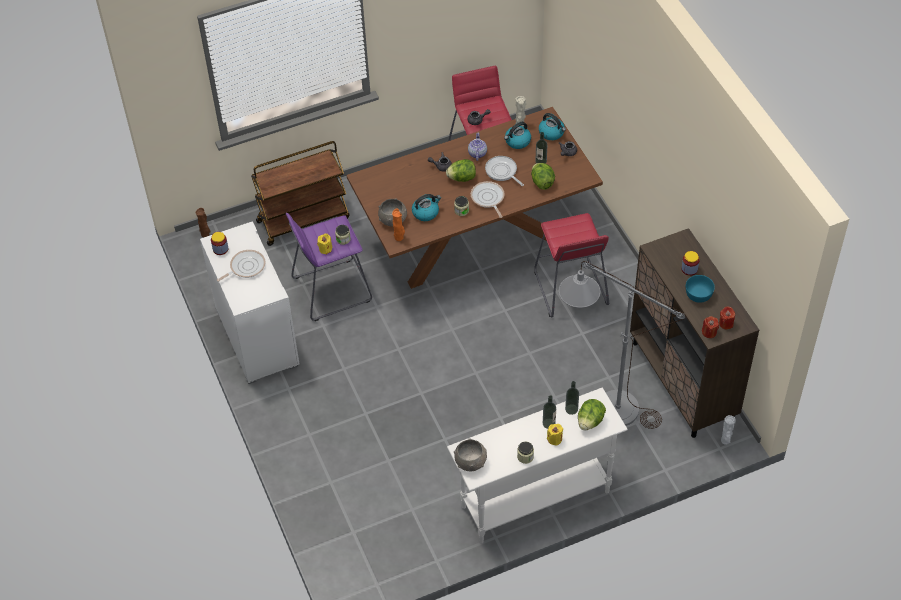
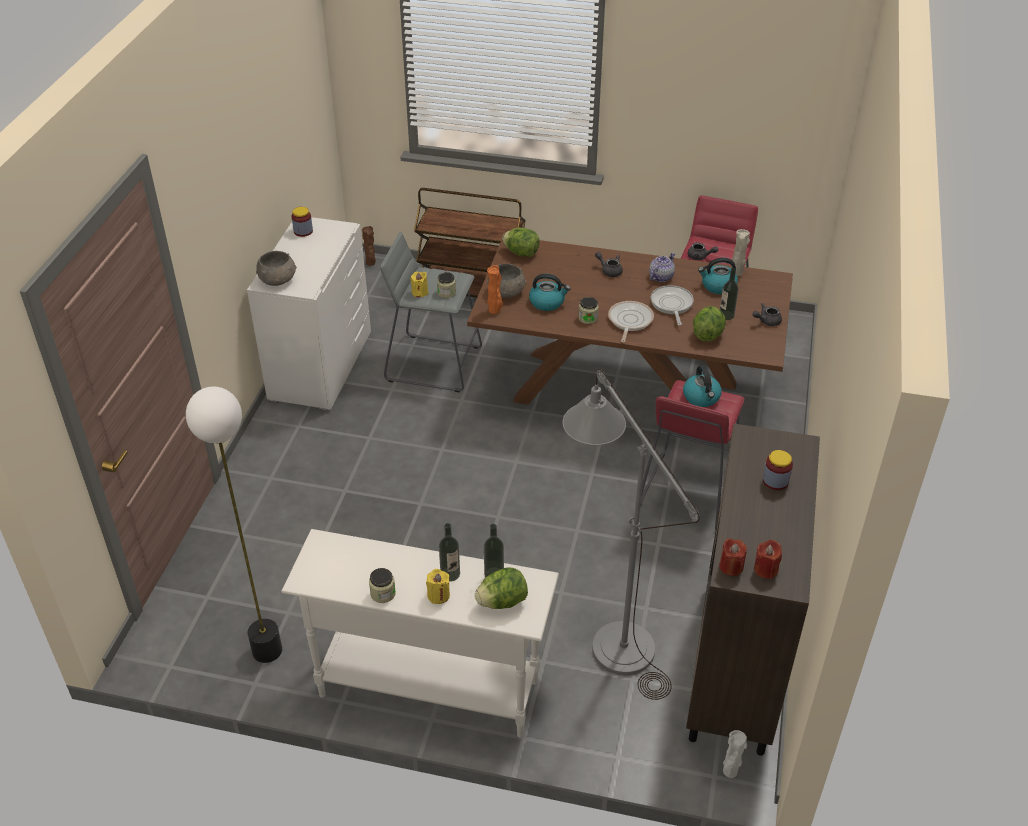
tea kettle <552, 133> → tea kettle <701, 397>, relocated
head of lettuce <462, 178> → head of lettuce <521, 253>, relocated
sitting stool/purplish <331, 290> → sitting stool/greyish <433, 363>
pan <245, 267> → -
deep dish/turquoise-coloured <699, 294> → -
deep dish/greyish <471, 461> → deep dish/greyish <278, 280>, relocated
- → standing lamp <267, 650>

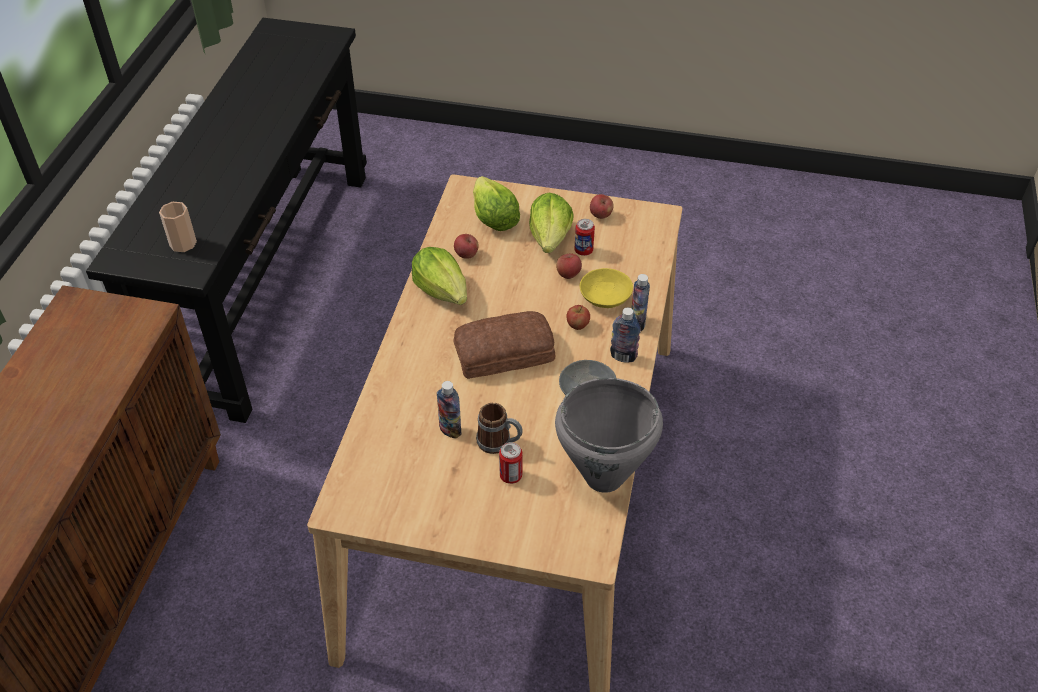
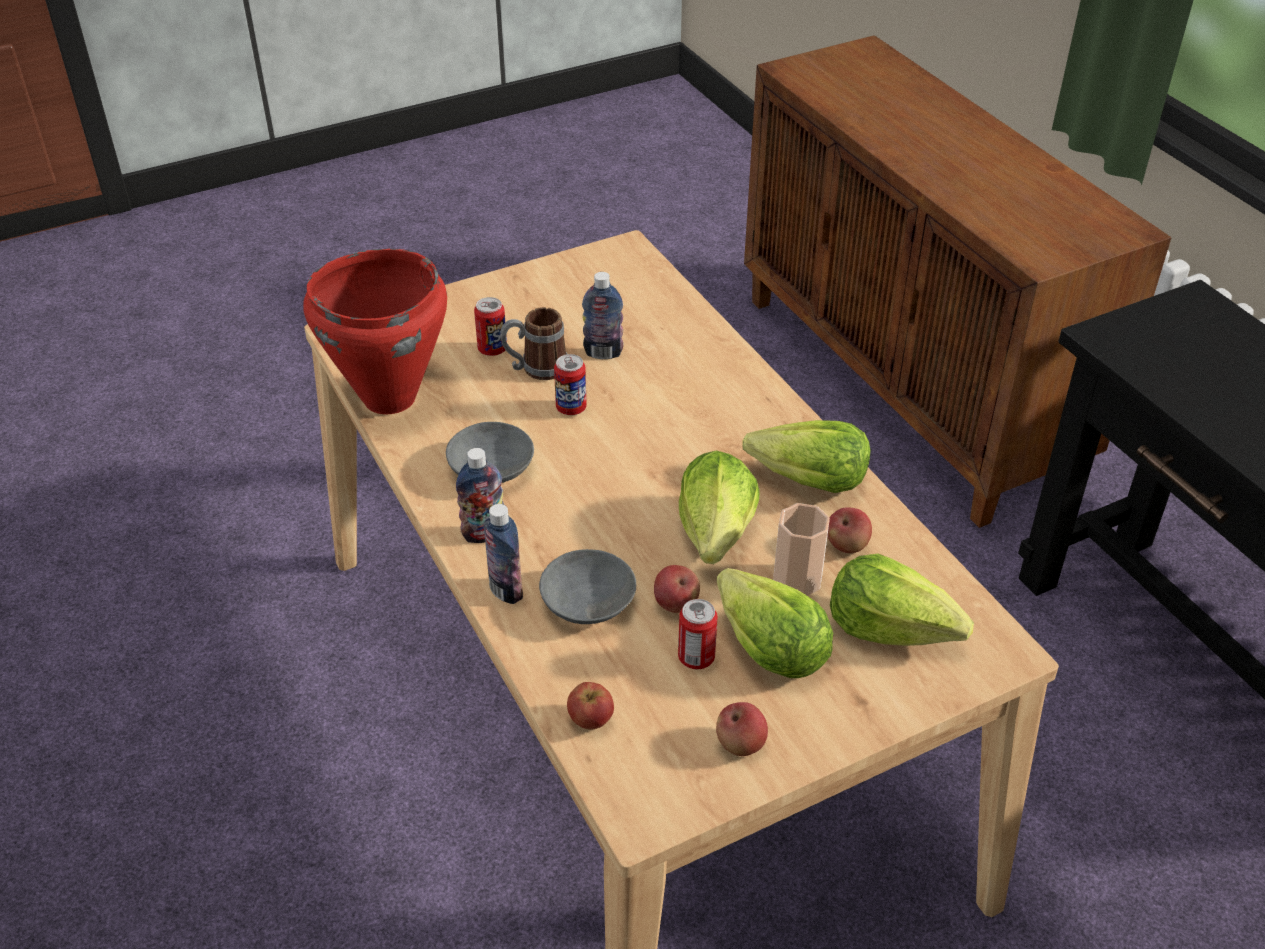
drinking cup <183, 243> → drinking cup <797, 579>, relocated
deep dish/yellow-coloured <606, 296> → deep dish/greyish <588, 604>
apple fruit <577, 325> → apple fruit <591, 719>, relocated
bread <505, 354> → -
saucepot/greyish <604, 477> → saucepot/red <388, 397>
- → metal can <571, 408>
- → head of lettuce <716, 532>

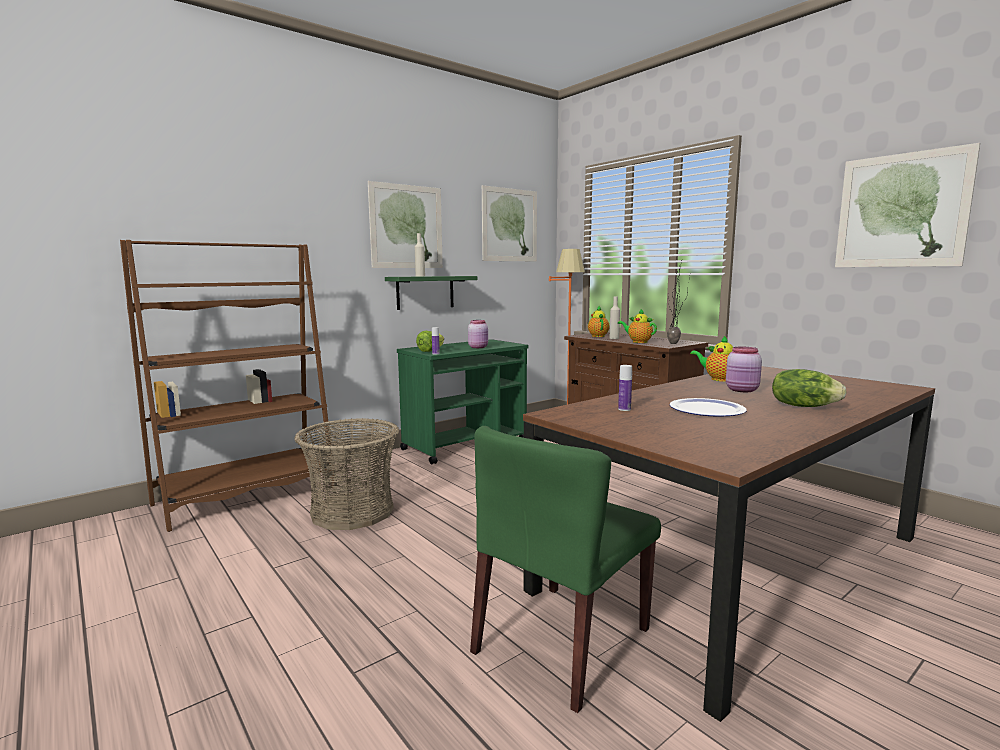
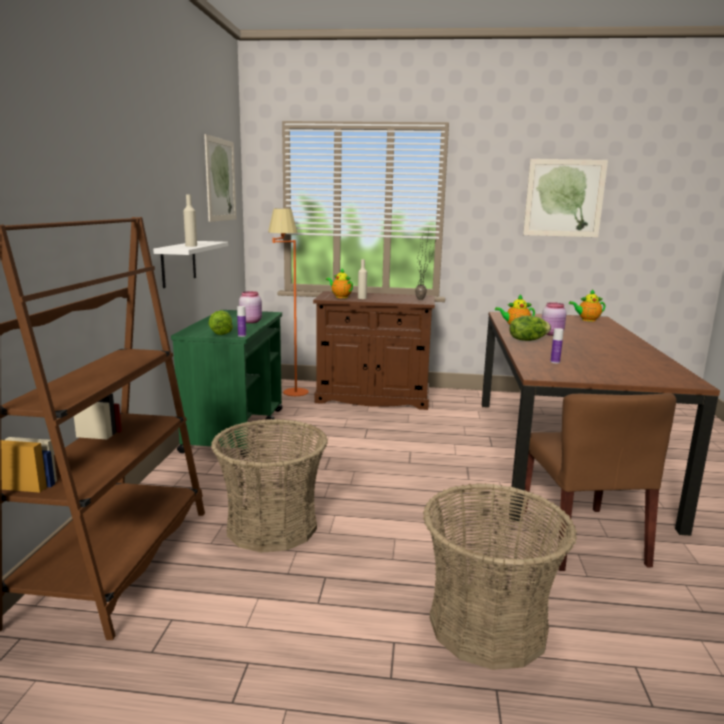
wall art <406, 227> → -
shelf/greenish <425, 292> → shelf/white-coloured <178, 263>
teapot <638, 342> → teapot <587, 320>, relocated
head of lettuce <803, 406> → head of lettuce <527, 340>, relocated
flat dish <706, 410> → -
chair/greenish <562, 641> → chair/brown <581, 538>
- → storage basket <487, 625>

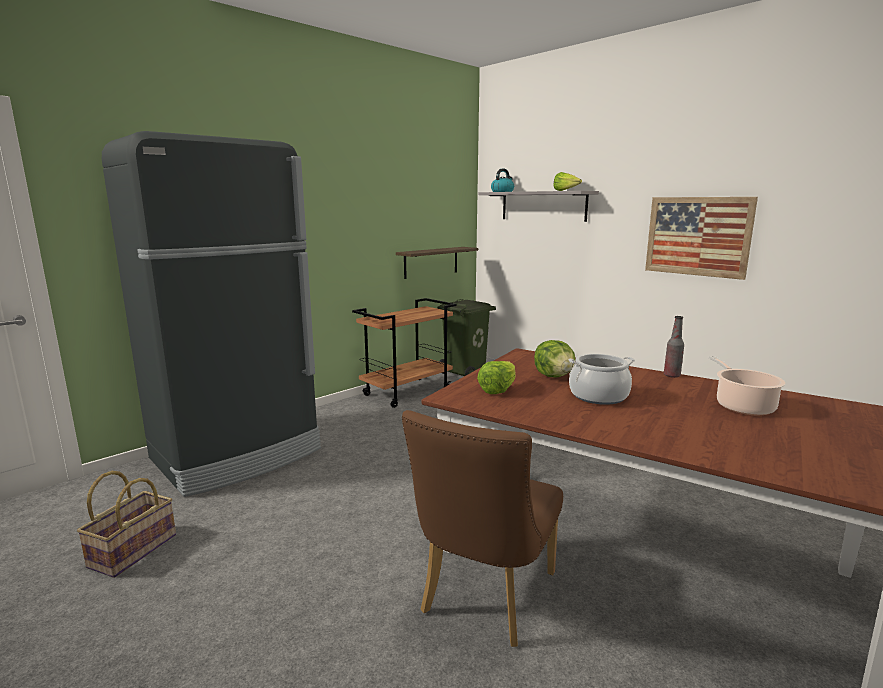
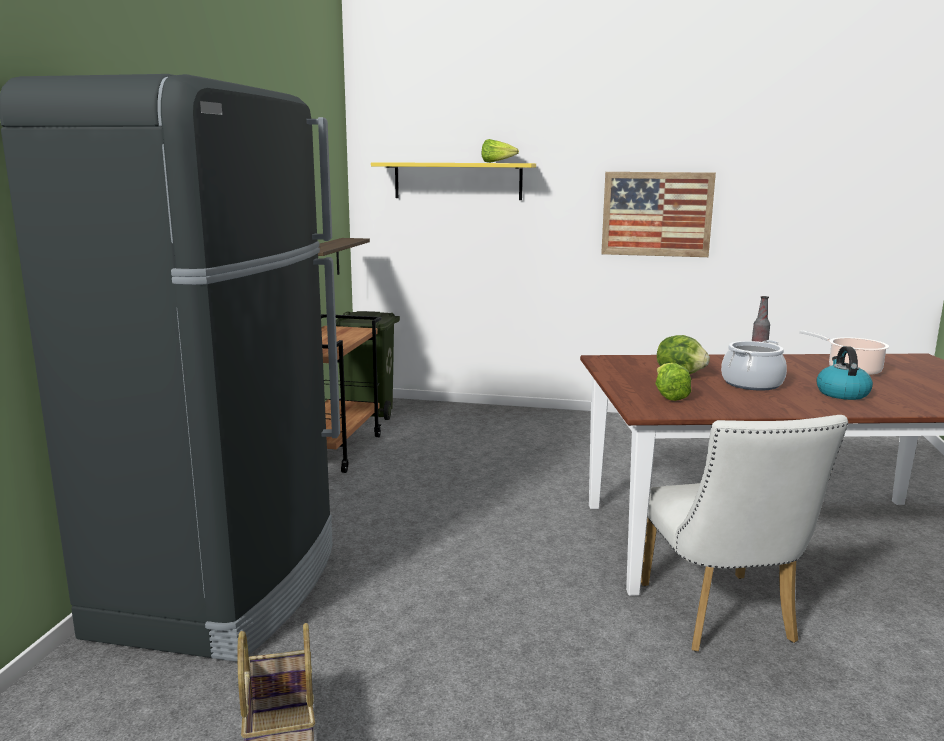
tea kettle <502, 192> → tea kettle <841, 393>, relocated
shelf/greyish <543, 206> → shelf/yellow-coloured <458, 181>
chair/brown <484, 598> → chair/white-coloured <721, 618>

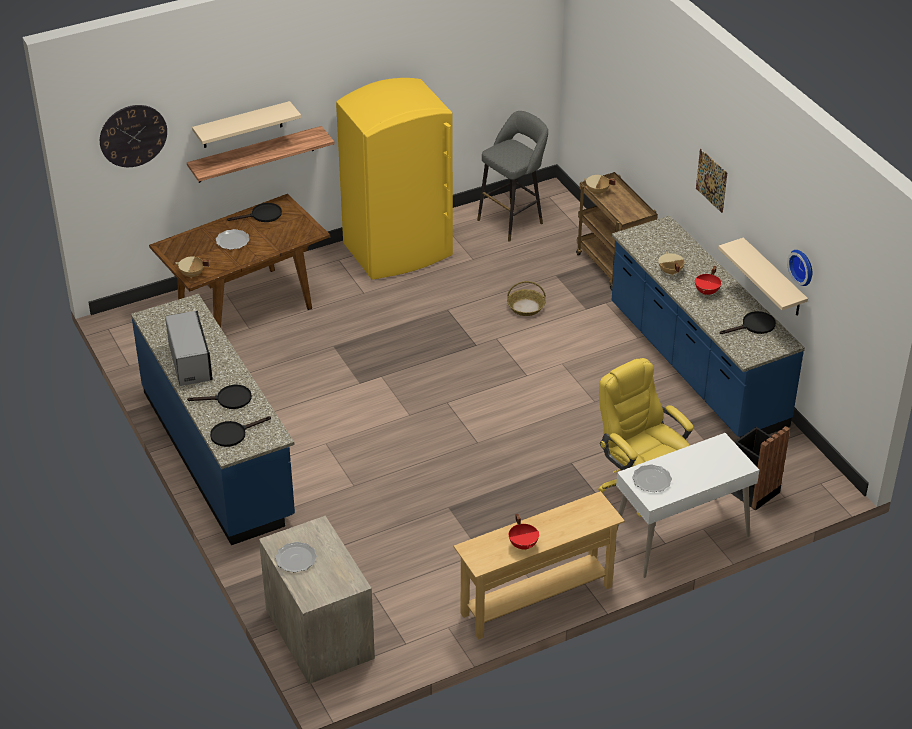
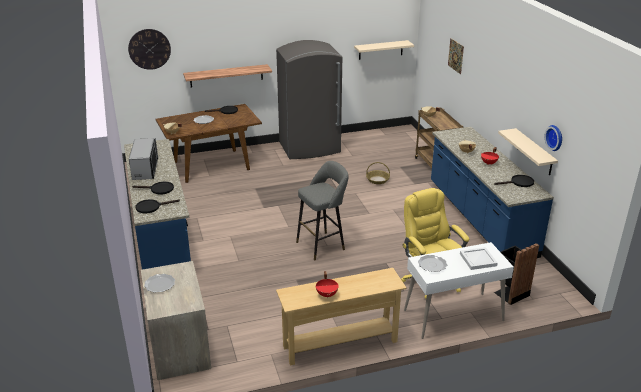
refrigerator/yellow-coloured <399, 251> → refrigerator/greyish <310, 148>
shelf/beige <242, 125> → shelf/beige <380, 50>, relocated
sitting stool/greyish <513, 220> → sitting stool/greyish <323, 245>, relocated
wall art <711, 180> → wall art <455, 56>, relocated
- → serving tray/white-coloured <477, 259>

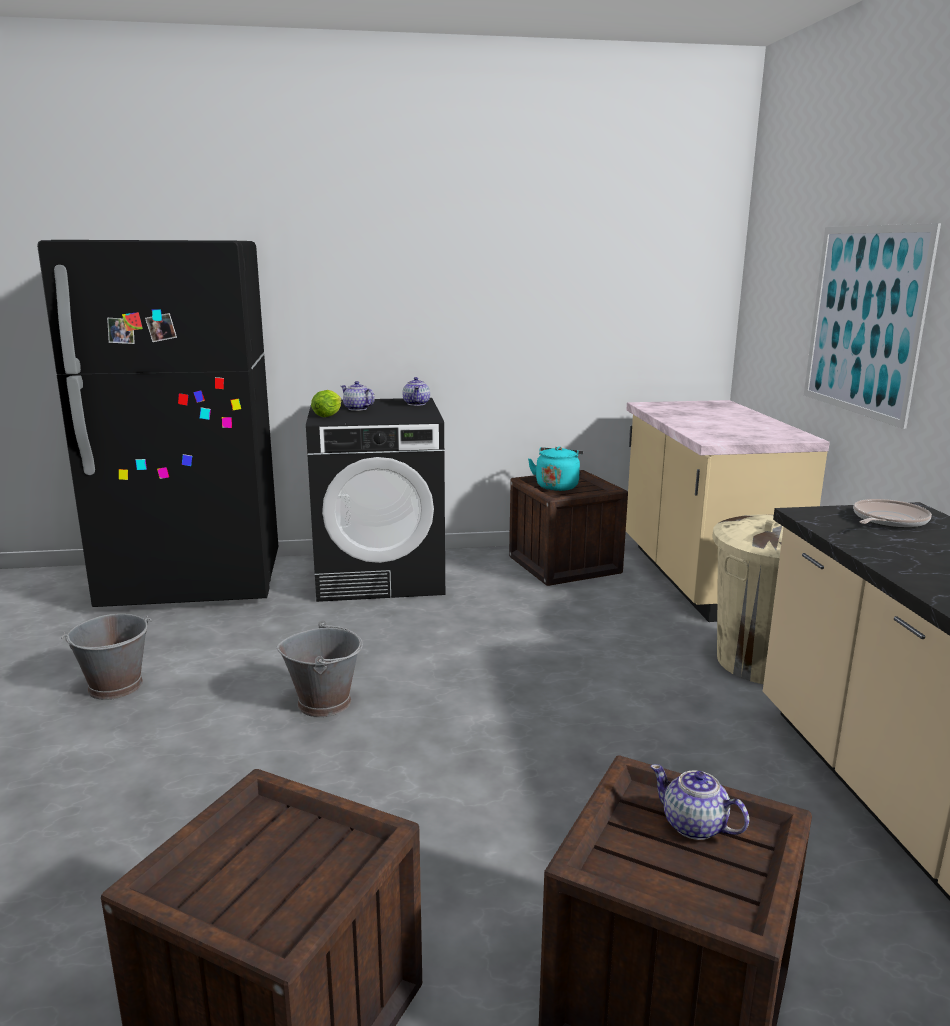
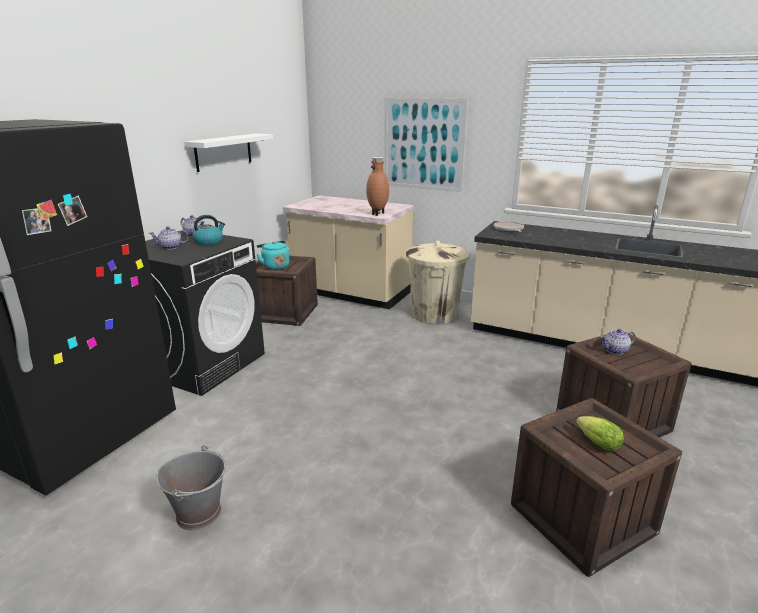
head of lettuce <329, 415> → head of lettuce <595, 443>, relocated
bucket/greyish <325, 702> → -
- → shelf/white-coloured <223, 152>
- → vase/brown <378, 214>
- → tea kettle <209, 242>

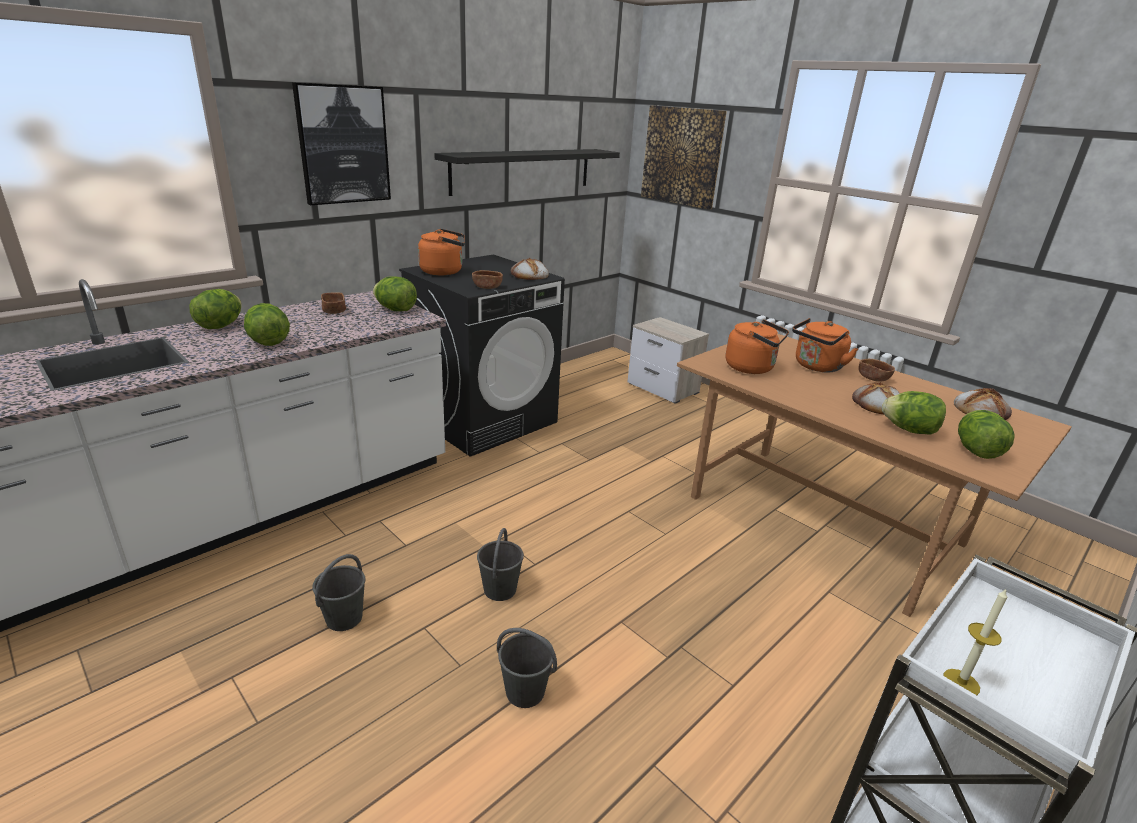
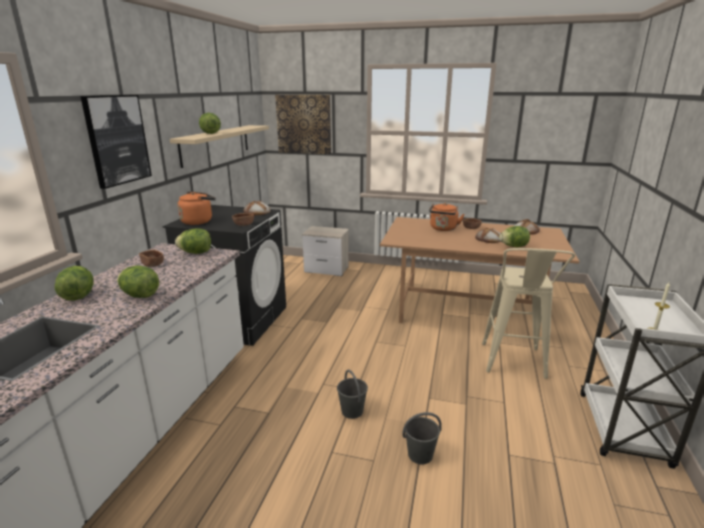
shelf/blackish <523, 170> → shelf/beige <216, 144>
tea kettle/orangey <752, 368> → -
head of lettuce <976, 451> → head of lettuce <210, 133>, relocated
bucket/greyish <344, 617> → -
- → sitting stool/beige <513, 365>

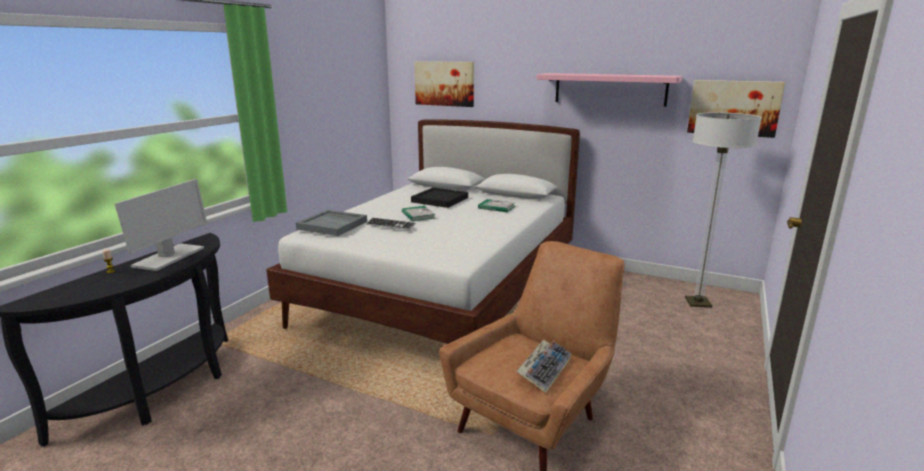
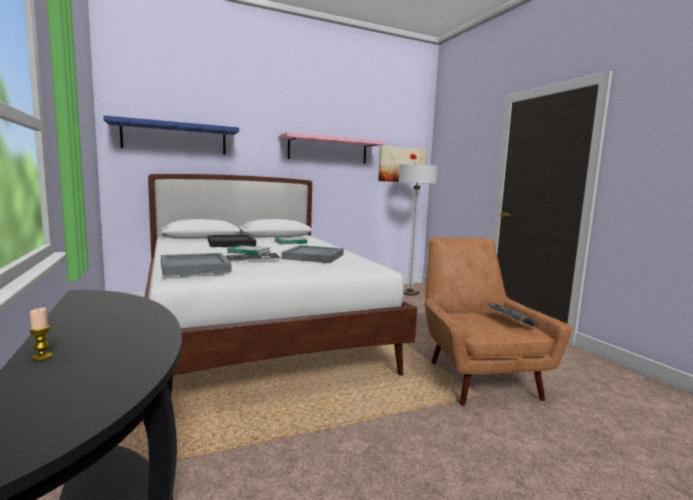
wall art <444, 83> → shelf/blue-coloured <175, 138>
computer screen <169, 257> → -
- → serving tray/greyish <314, 257>

